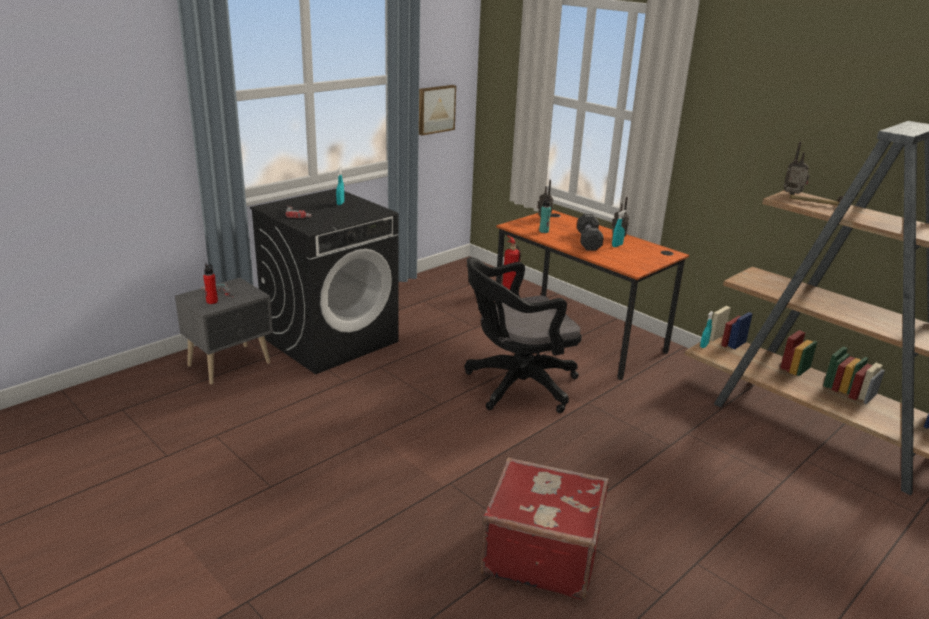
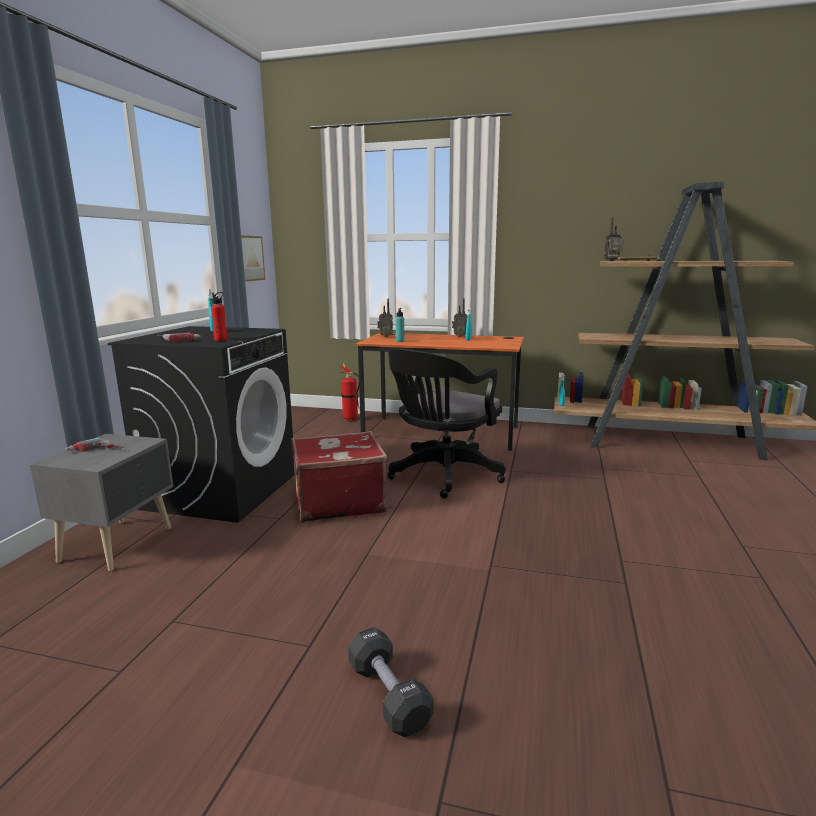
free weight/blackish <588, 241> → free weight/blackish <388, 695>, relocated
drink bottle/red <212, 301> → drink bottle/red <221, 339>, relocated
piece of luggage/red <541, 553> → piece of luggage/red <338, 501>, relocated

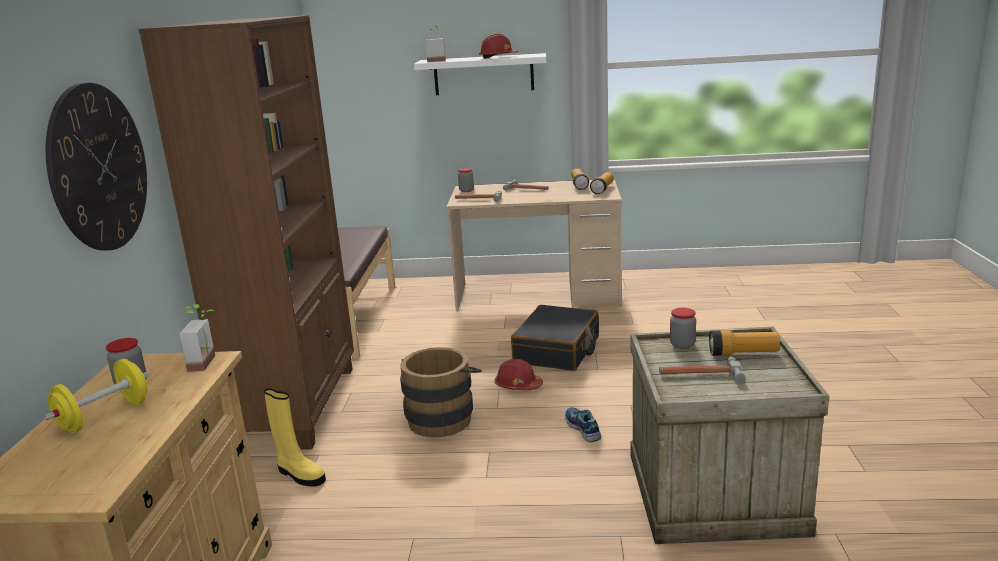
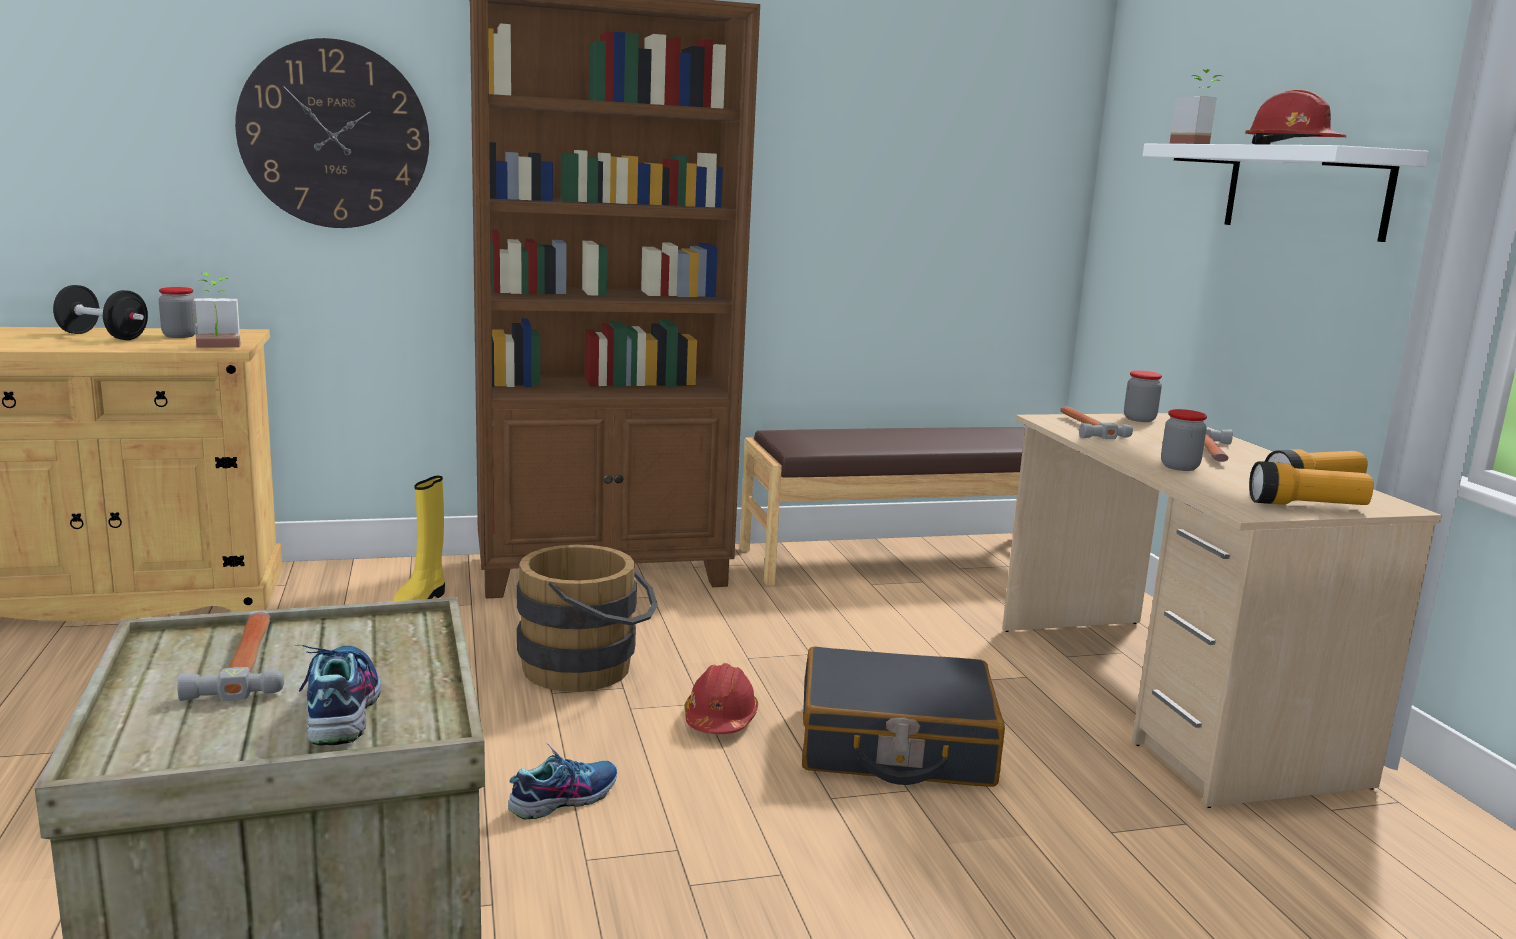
preserve jar <682, 344> → preserve jar <1179, 467>, relocated
flashlight <743, 353> → low shoe <340, 708>
free weight/yellow-coloured <104, 416> → free weight/blackish <103, 336>

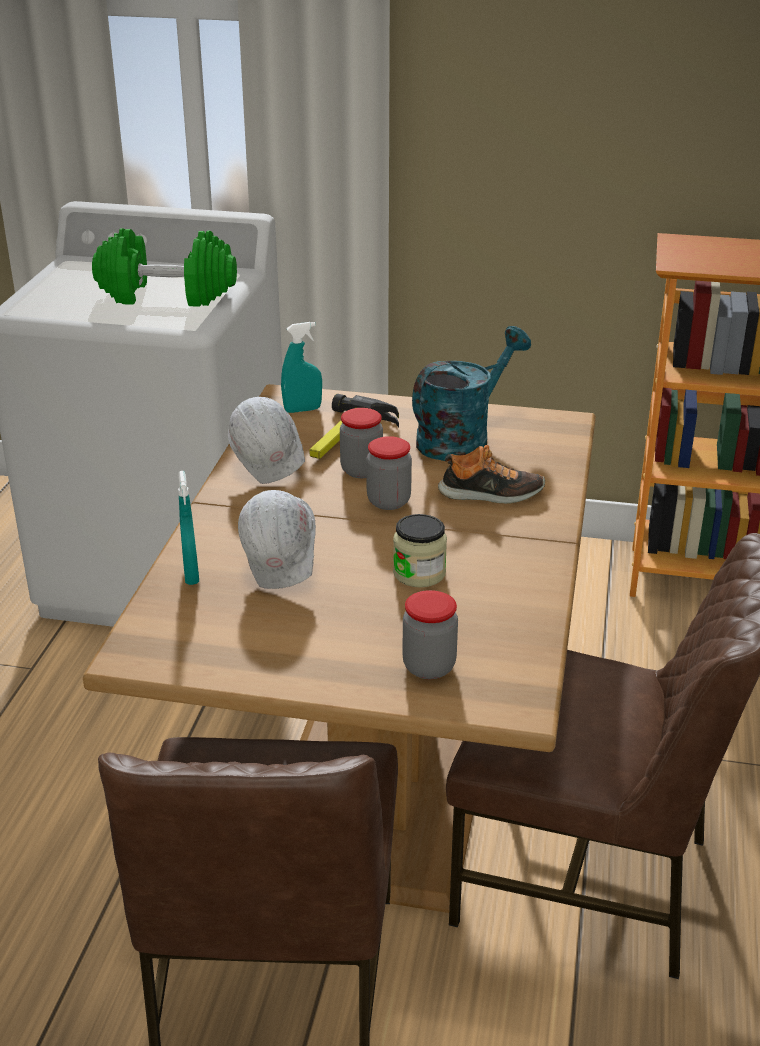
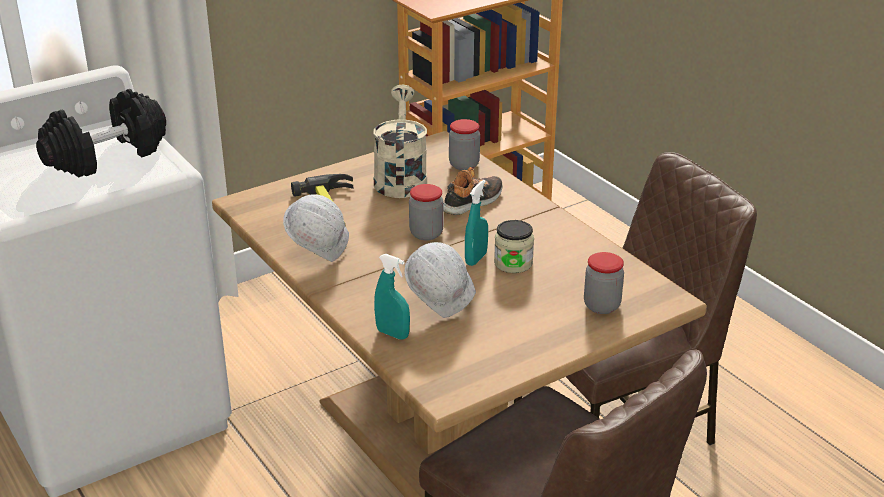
free weight/greenish <166, 295> → free weight/blackish <106, 156>
hand sprayer/turquoise-coloured <302, 410> → hand sprayer/turquoise-coloured <476, 259>, relocated
watering pot/turquoise-coloured <461, 438> → watering pot/beige <400, 178>
preserve jar <361, 470> → preserve jar <464, 165>, relocated

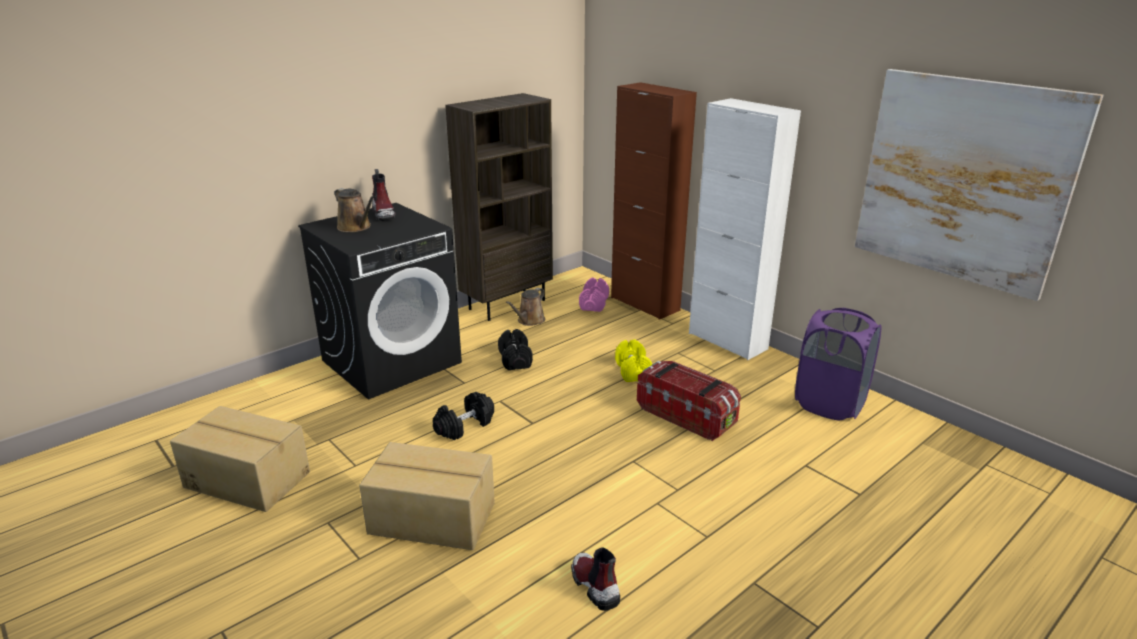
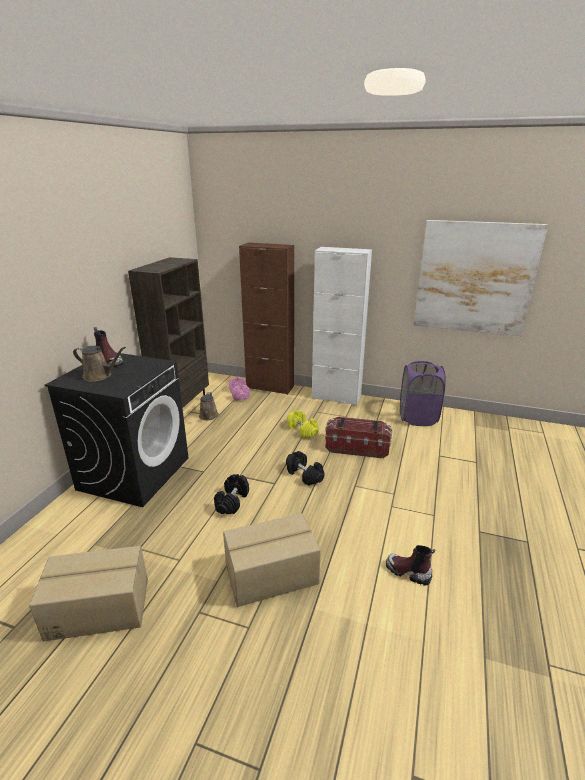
free weight/blackish <515, 360> → free weight/blackish <304, 475>, relocated

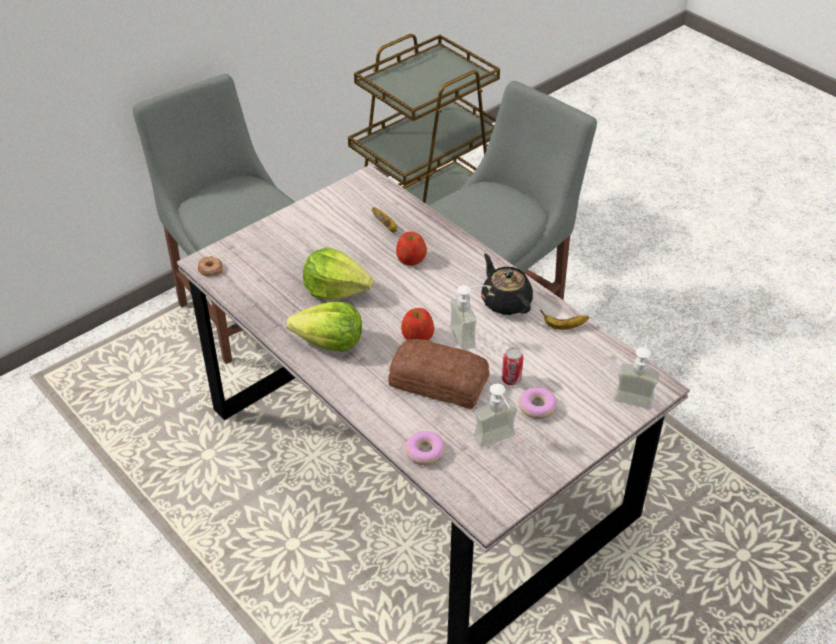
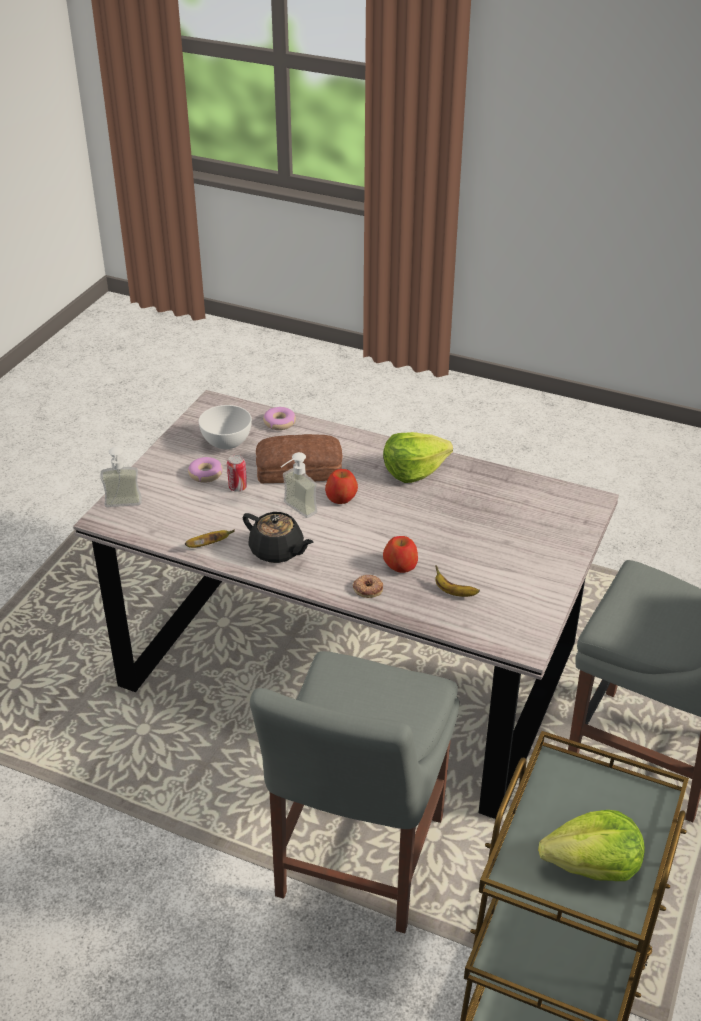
head of lettuce <336, 289> → head of lettuce <593, 866>, relocated
doughnut <210, 269> → doughnut <368, 588>, relocated
soap bottle <497, 442> → deep dish/white-coloured <226, 443>

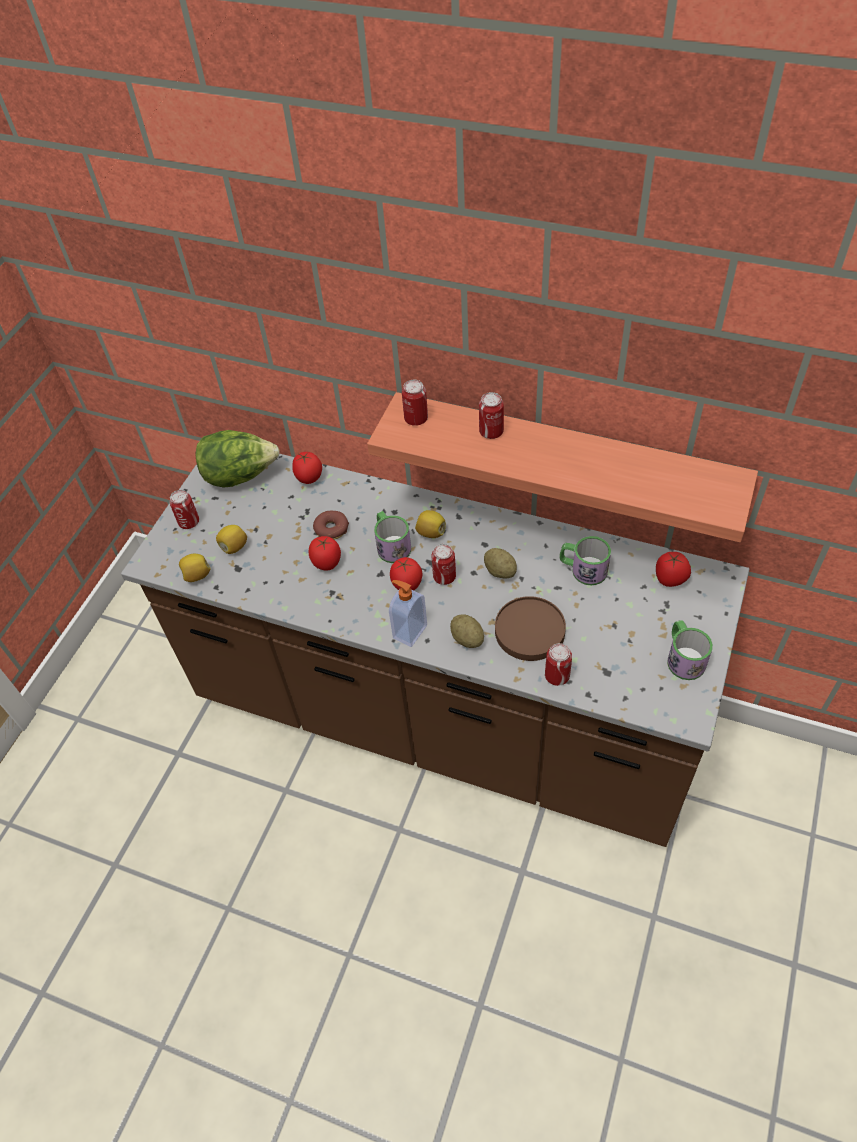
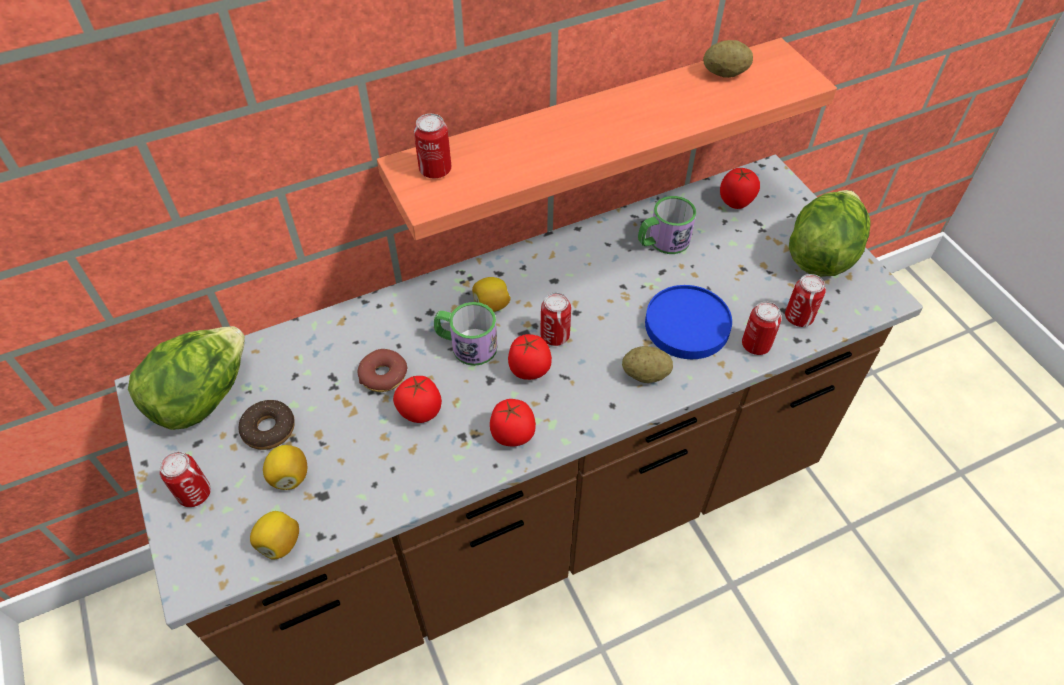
metal can <491, 432> → metal can <798, 317>, relocated
fresh tomato <309, 479> → fresh tomato <513, 435>, relocated
potato <500, 571> → potato <725, 73>, relocated
soap bottle <409, 631> → -
flat dish/brown <529, 631> → flat dish/blue-coloured <687, 325>
mug <683, 657> → head of lettuce <821, 254>
- → doughnut <269, 429>

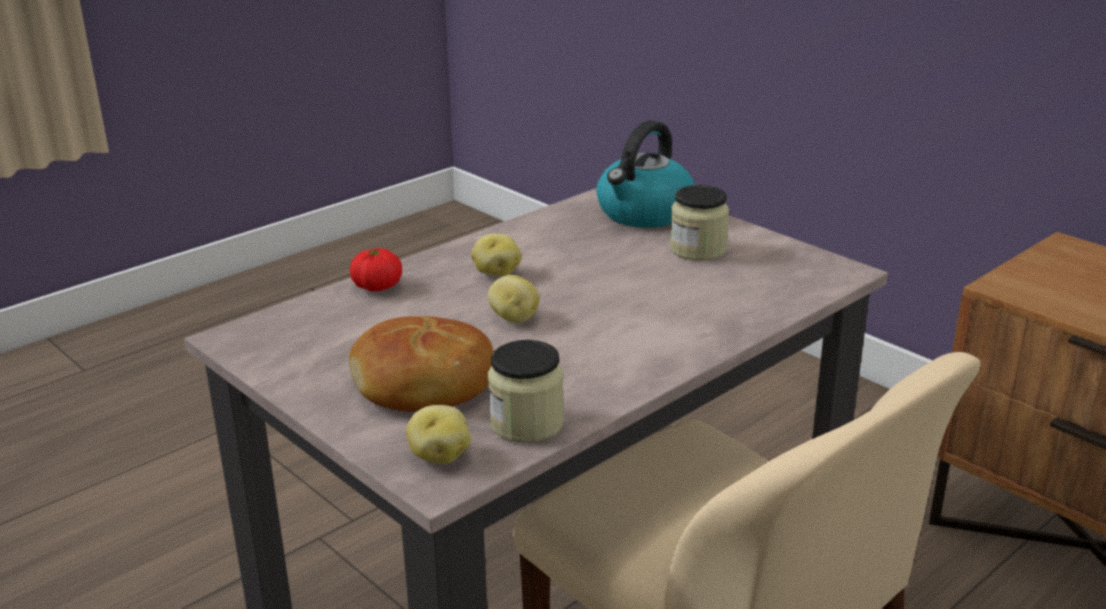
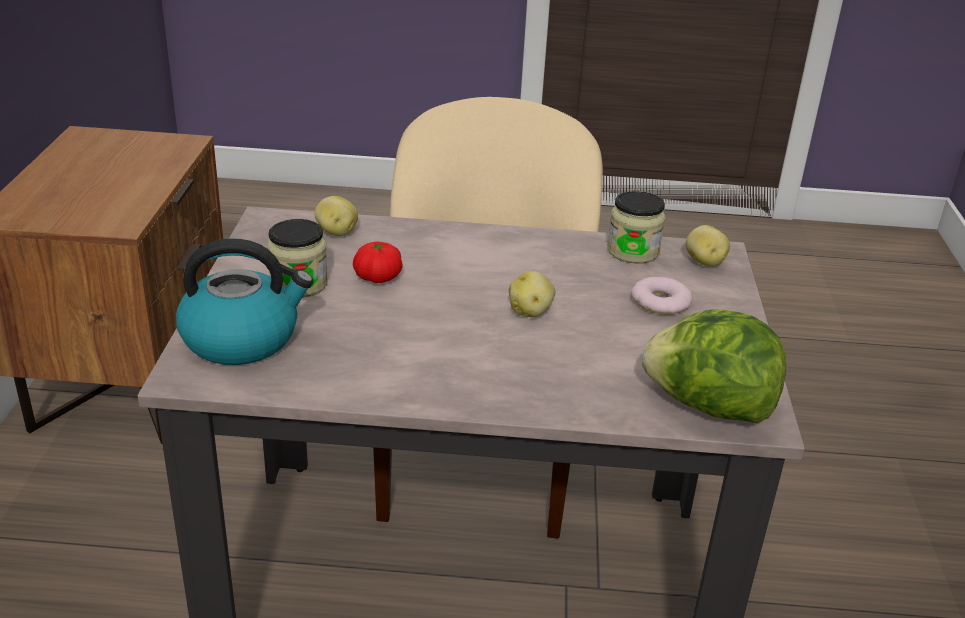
potato <496, 273> → potato <336, 232>, relocated
fresh tomato <377, 287> → fresh tomato <378, 277>, relocated
bread <424, 385> → doughnut <660, 302>
- → head of lettuce <708, 407>

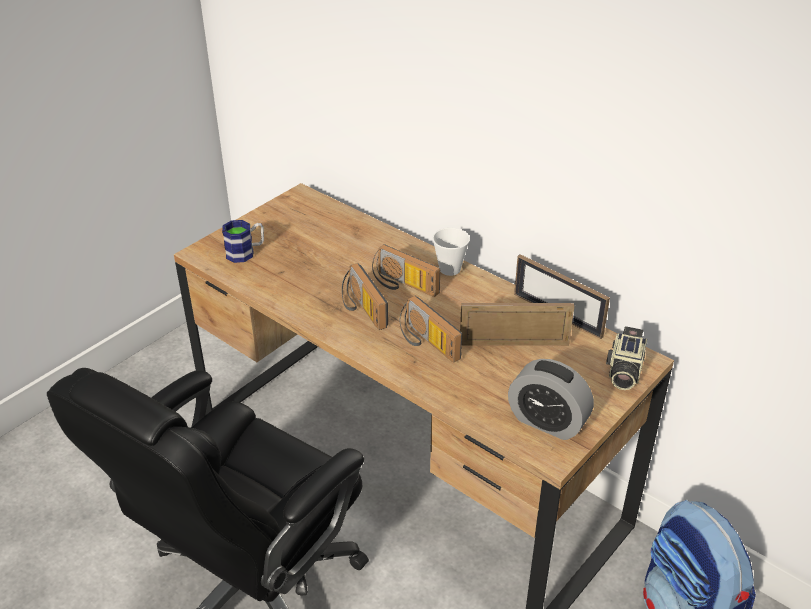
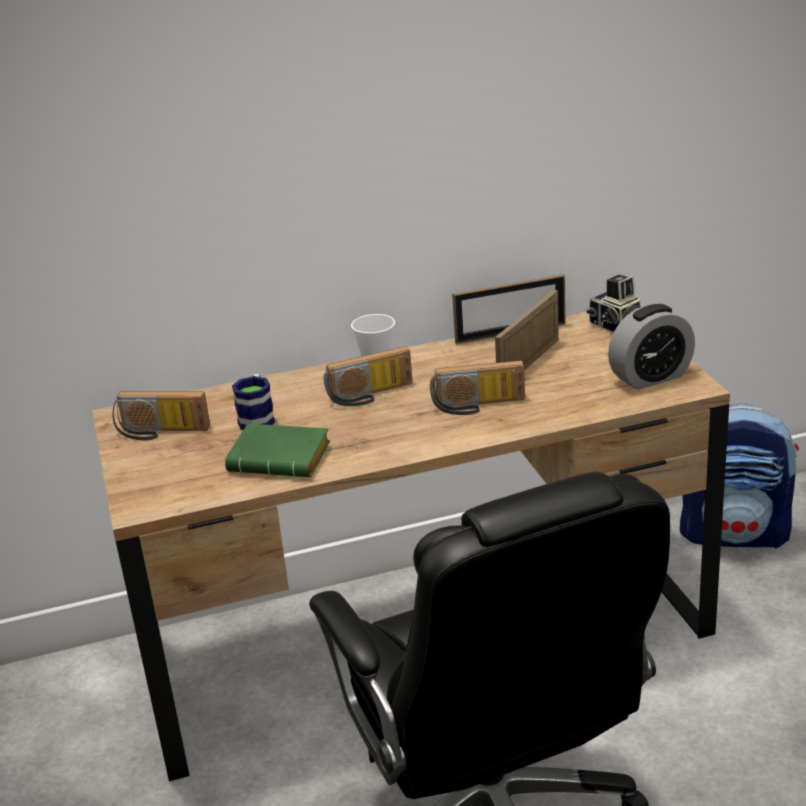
mug <246, 252> → mug <257, 418>, relocated
radio receiver <361, 309> → radio receiver <161, 432>, relocated
- → volume/greenish <283, 458>

